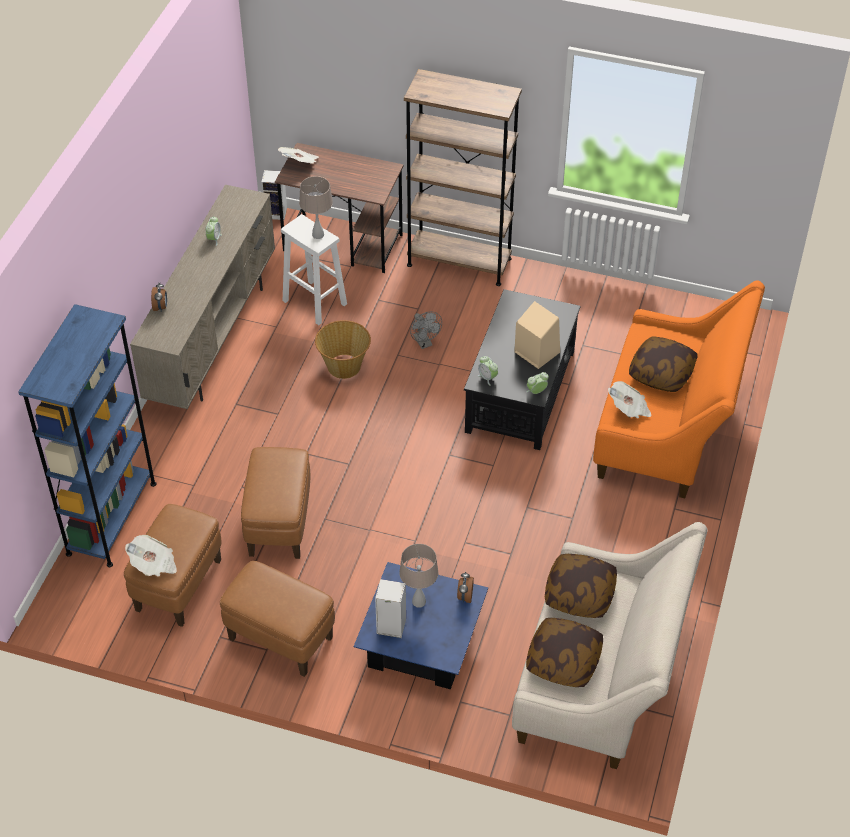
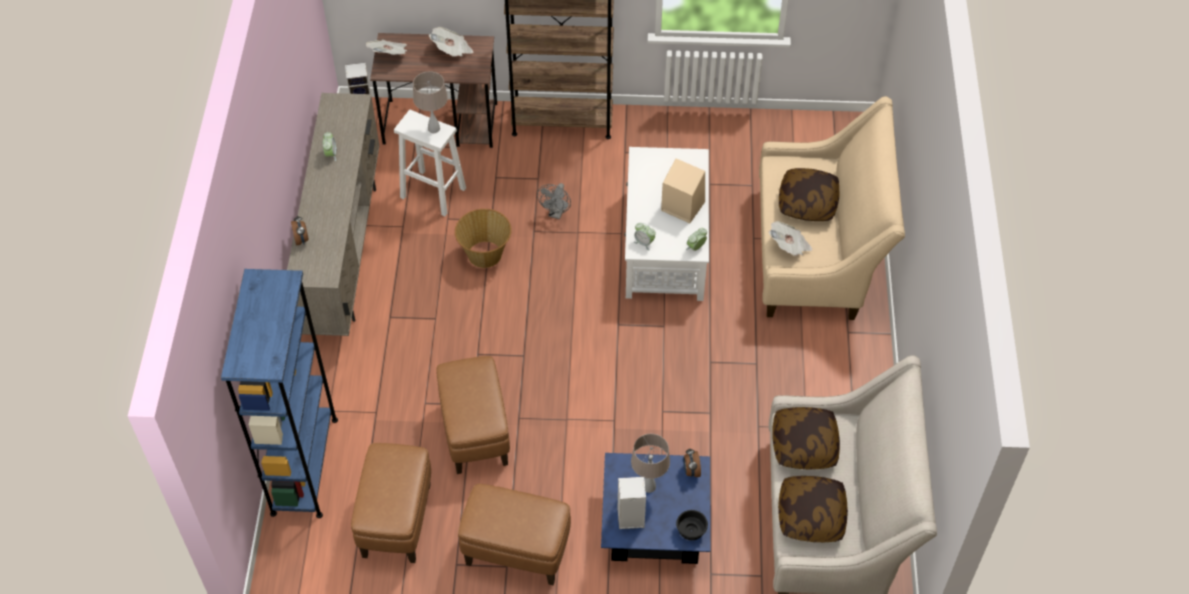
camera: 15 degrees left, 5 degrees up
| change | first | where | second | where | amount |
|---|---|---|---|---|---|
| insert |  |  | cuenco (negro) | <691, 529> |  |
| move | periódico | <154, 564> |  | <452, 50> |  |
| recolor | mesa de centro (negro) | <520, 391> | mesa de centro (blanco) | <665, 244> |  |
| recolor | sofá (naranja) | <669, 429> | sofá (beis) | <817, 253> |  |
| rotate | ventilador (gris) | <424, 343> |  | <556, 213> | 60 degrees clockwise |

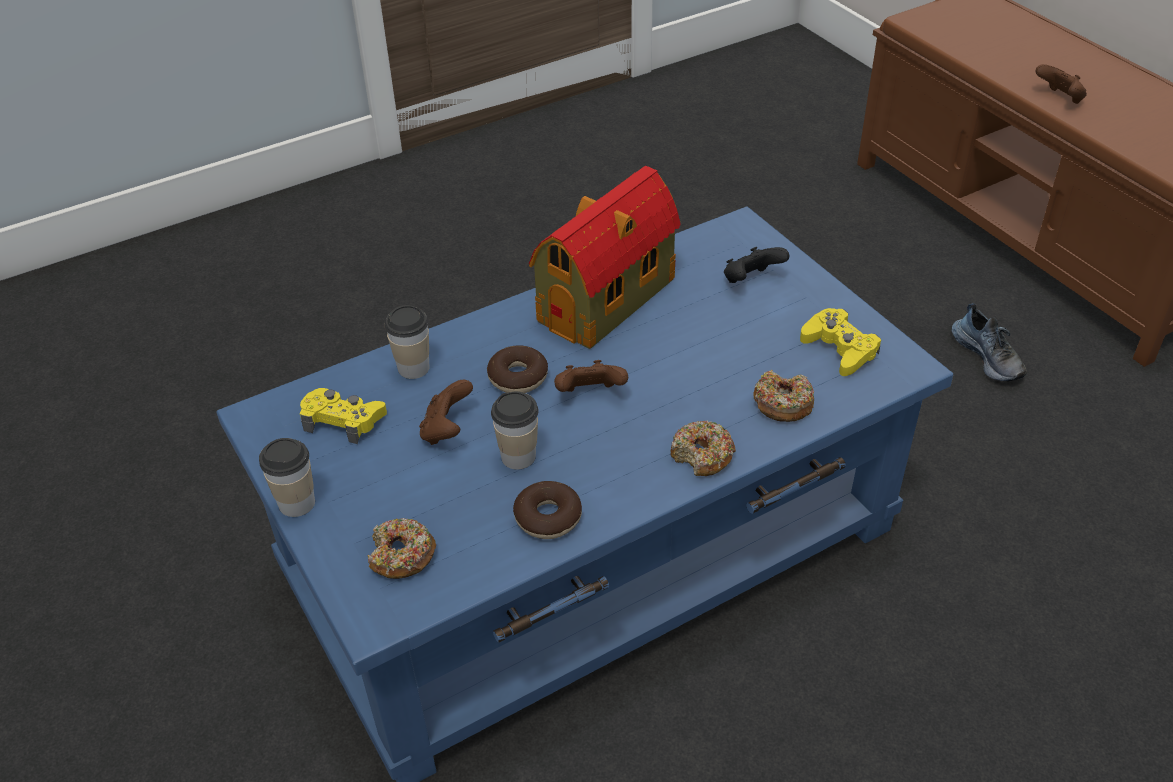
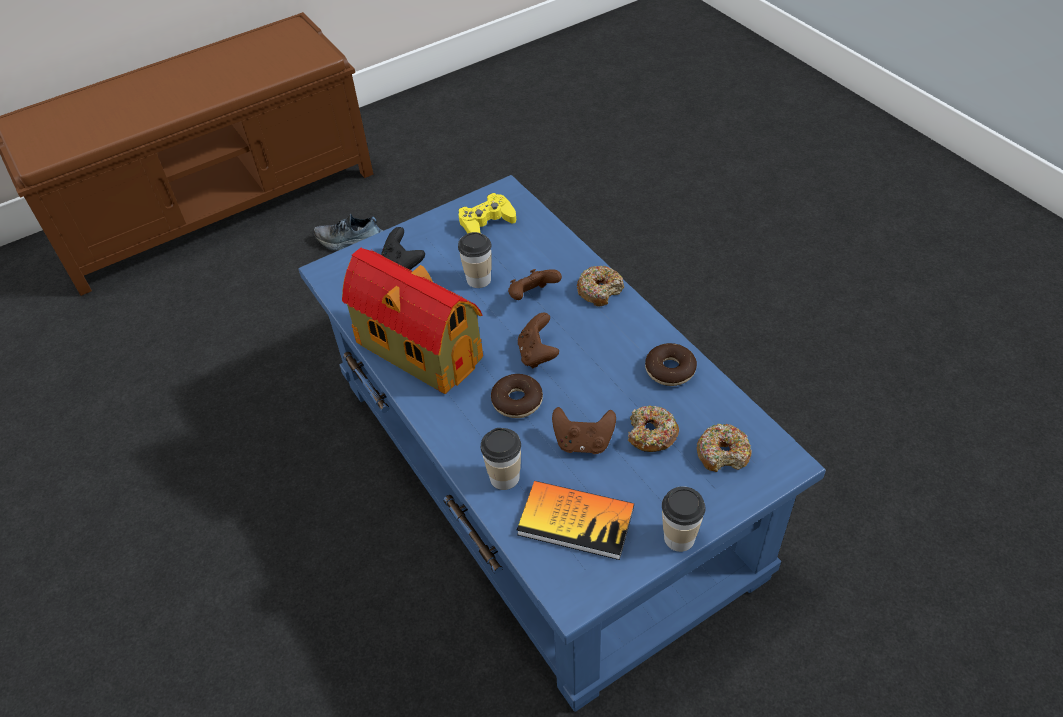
camera: 90 degrees left, 5 degrees up
| change | first | where | second | where | amount |
|---|---|---|---|---|---|
| move | taza | <518, 456> |  | <478, 279> |  |
| move | rosquilla | <782, 404> |  | <651, 434> |  |
| move | mando de consola (marrón) | <1059, 99> |  | <532, 296> |  |
| replace | mando de consola (amarillo) | <343, 420> | libro | <576, 521> |  |
| rotate | zapato | <988, 356> |  | <351, 242> | 150 degrees counterclockwise |

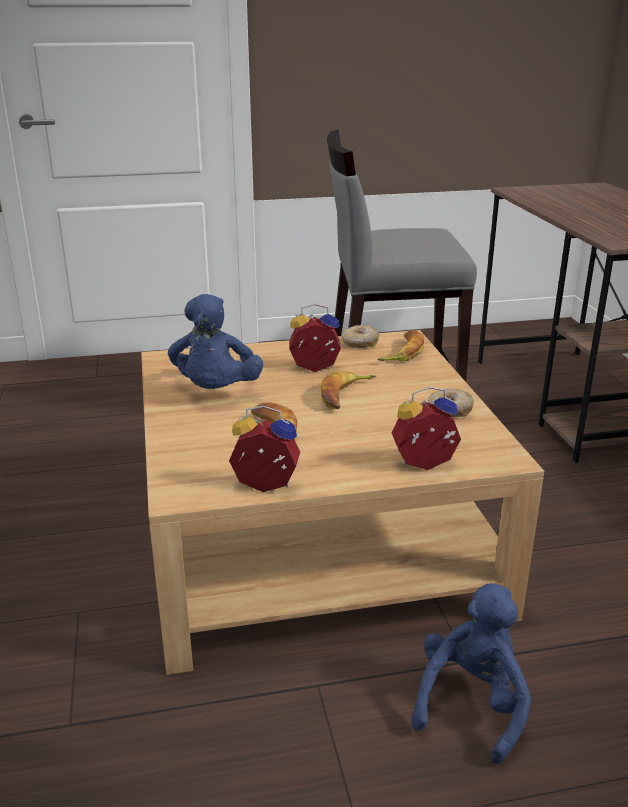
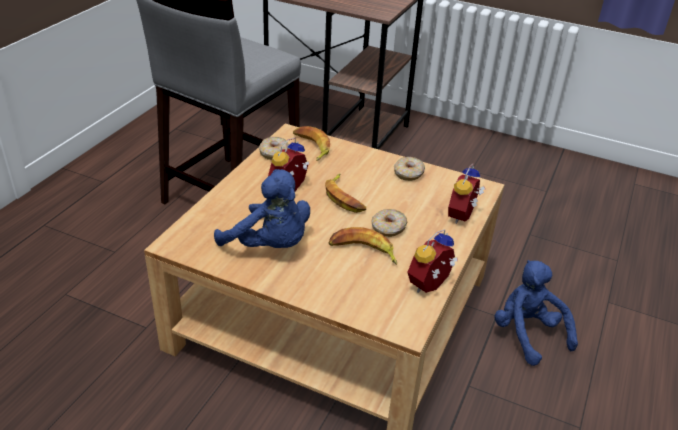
camera: 55 degrees left, 10 degrees up
| change | first | where | second | where | amount |
|---|---|---|---|---|---|
| insert |  |  | rosquilla | <388, 228> |  |

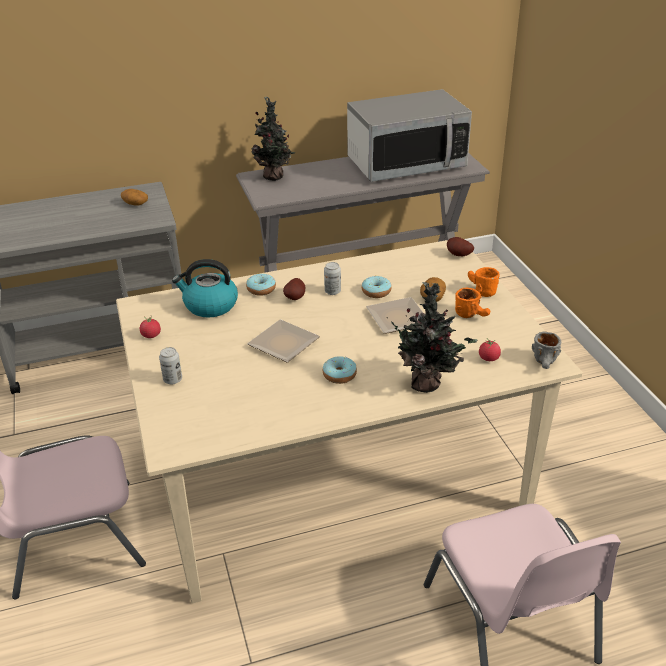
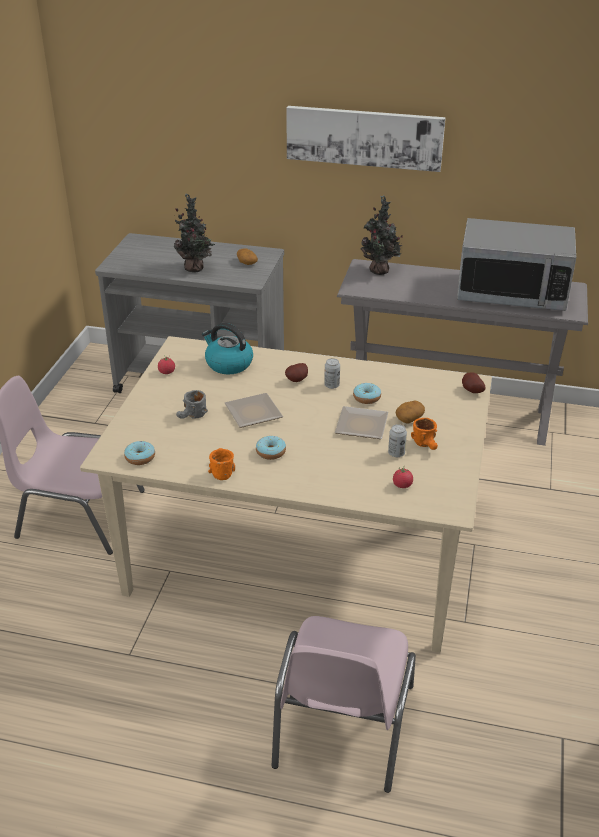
camera: 30 degrees right, 0 degrees up
| change | first | where | second | where | amount |
|---|---|---|---|---|---|
| insert |  |  | cuadro | <364, 137> |  |
| move | lata | <173, 379> |  | <396, 453> |  |
| move | rosquilla | <261, 289> |  | <140, 457> |  |
| move | planta en maceta | <428, 384> |  | <196, 269> |  |
| move | taza grande (naranja) | <479, 290> |  | <220, 470> |  |
| move | taza grande (gris) | <546, 364> |  | <192, 417> |  |

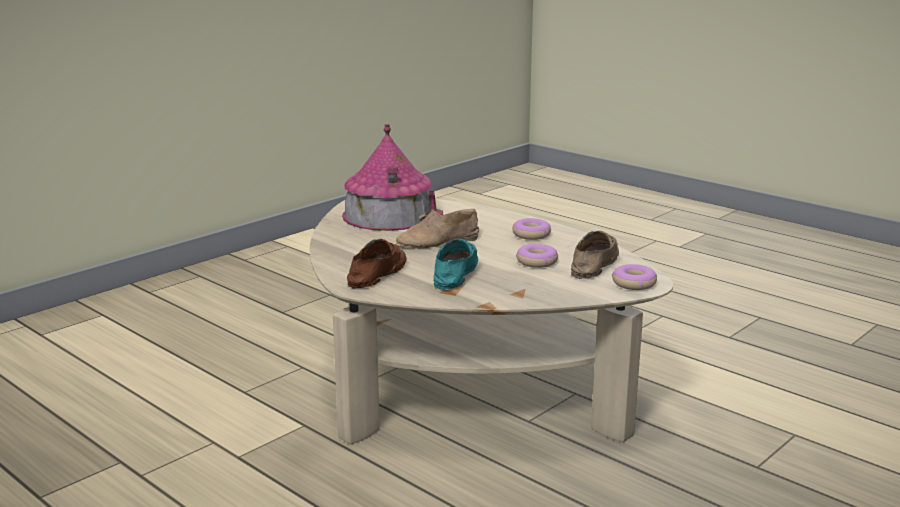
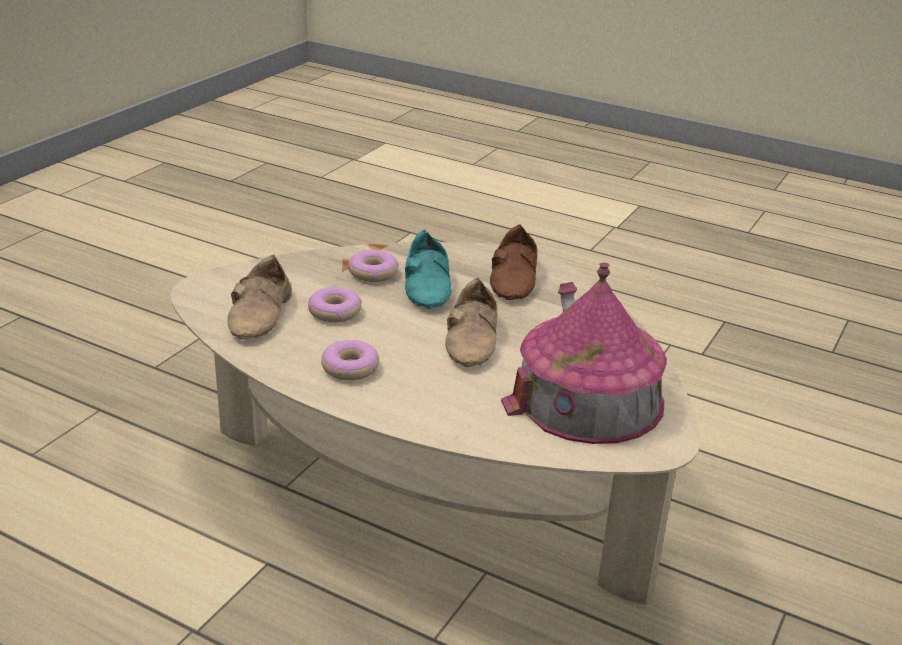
camera: 165 degrees right, 10 degrees up
| change | first | where | second | where | amount |
|---|---|---|---|---|---|
| move | rosquilla | <634, 284> |  | <373, 273> |  |
| rotate | zapato (beis) | <438, 242> |  | <475, 339> | 135 degrees clockwise |

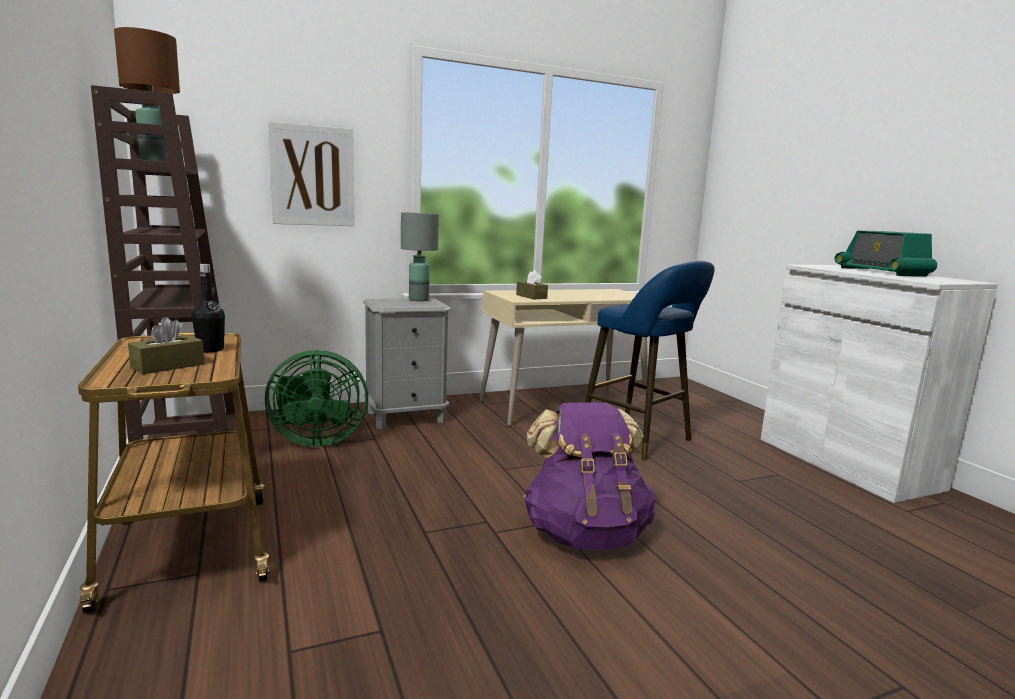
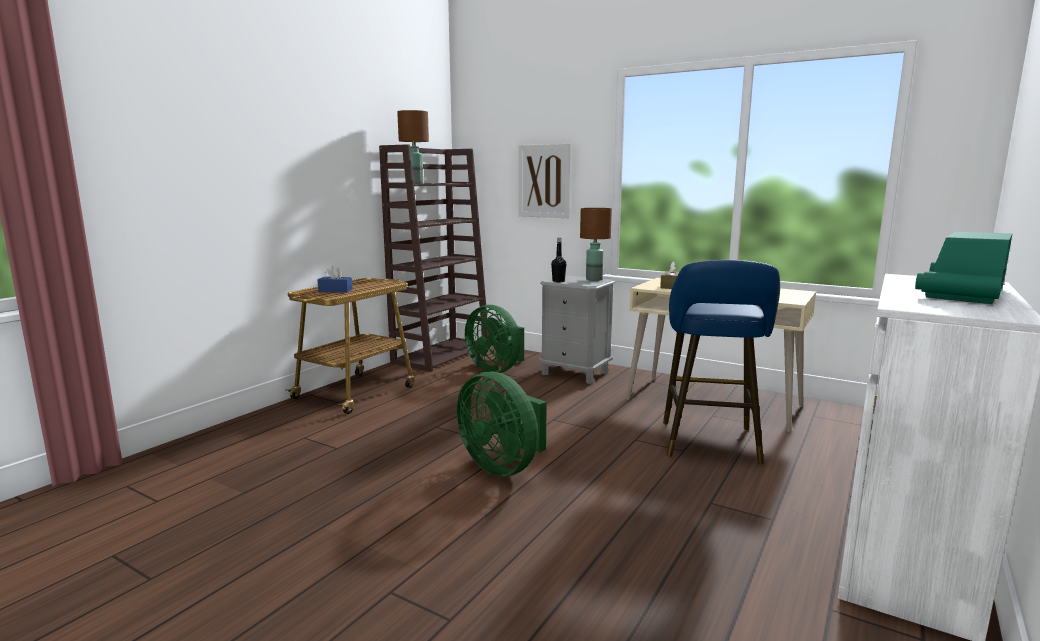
camera: 55 degrees right, 0 degrees up
| change | first | where | second | where | amount |
|---|---|---|---|---|---|
| move | botella (negro) | <210, 349> |  | <558, 281> |  |
| replace | mochila (morado) | <585, 533> | ventilador (verde) | <503, 466> |  |
| recolor | caja de pañuelos (marrón) | <168, 366> | caja de pañuelos (azul) | <335, 291> |  |
| recolor | lámpara de mesa (gris) | <418, 300> | lámpara de mesa (marrón) | <593, 279> |  |

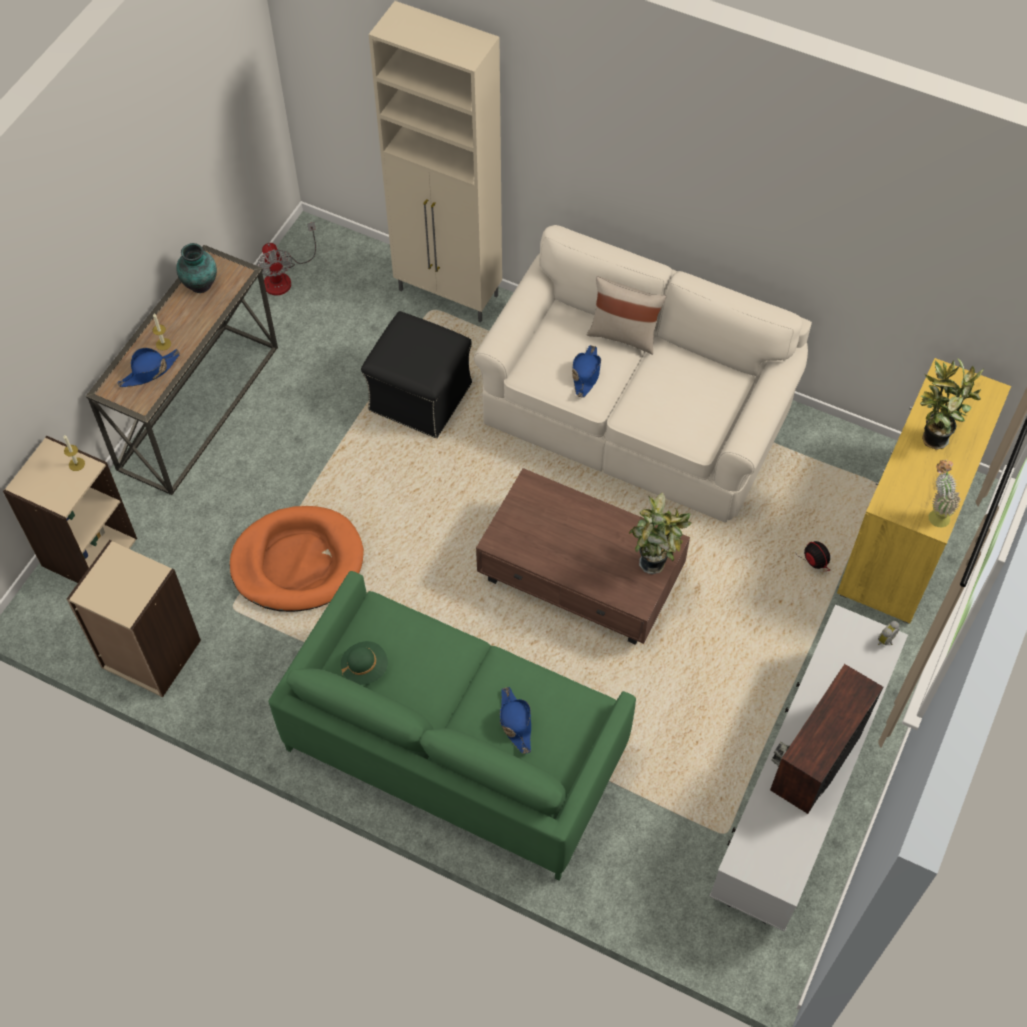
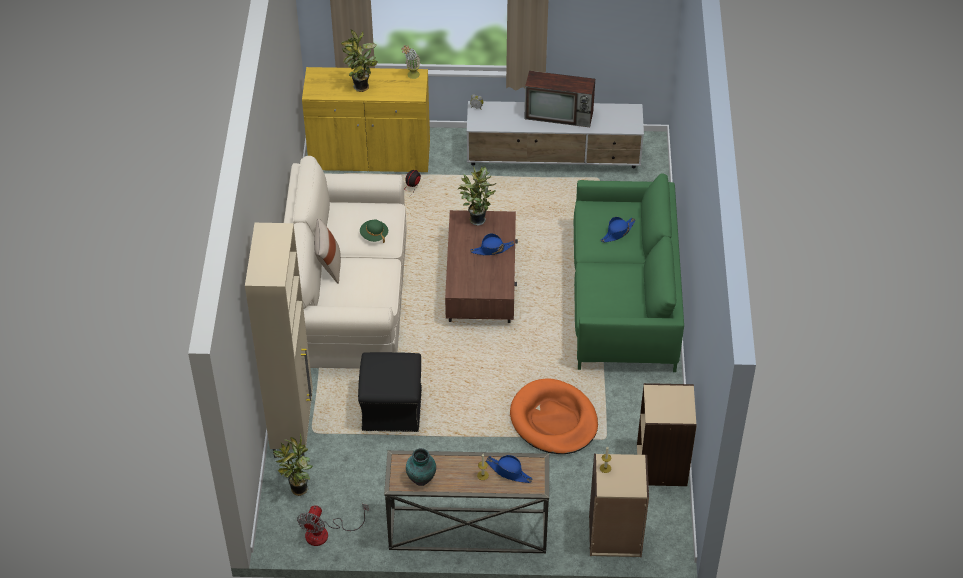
camera: 115 degrees left, 10 degrees down
| change | first | where | second | where | amount |
|---|---|---|---|---|---|
| insert |  |  | planta en maceta | <297, 490> |  |
| move | sombrero (verde) | <365, 668> |  | <374, 235> |  |
| move | sombrero (azul) | <586, 374> |  | <492, 249> |  |
| rotate | ventilador | <284, 277> |  | <325, 533> | 150 degrees clockwise |

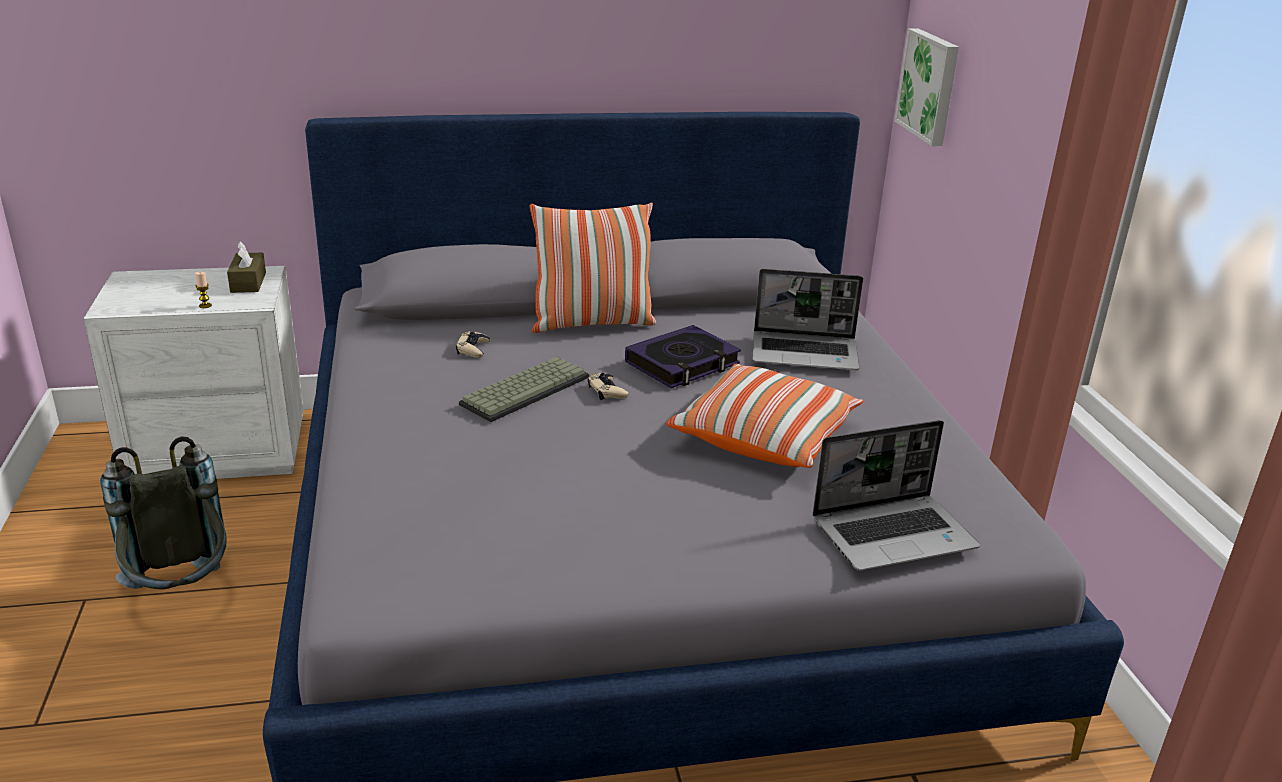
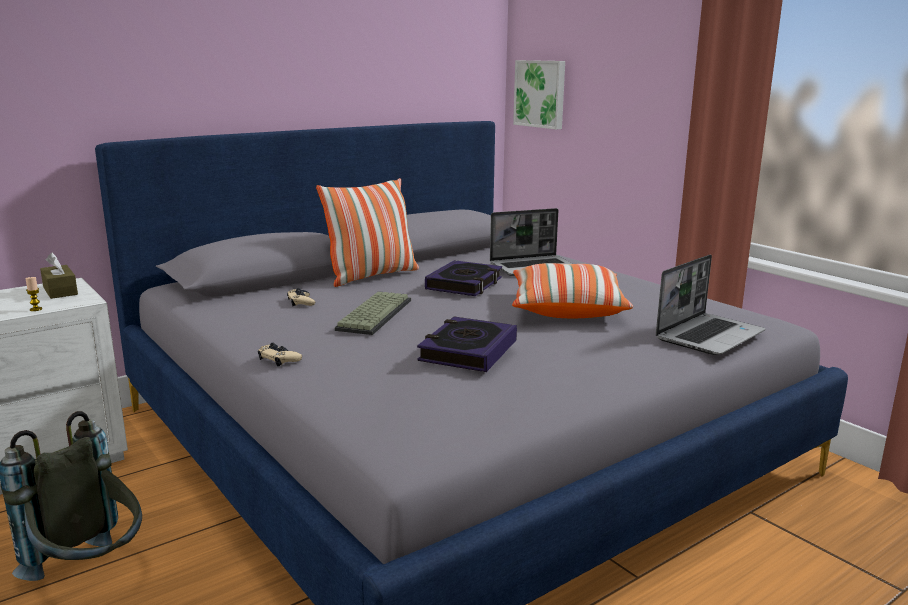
camera: 25 degrees left, 10 degrees down
| change | first | where | second | where | amount |
|---|---|---|---|---|---|
| insert |  |  | libro | <468, 351> |  |
| move | mando de consola (beis) | <607, 391> |  | <279, 359> |  |

